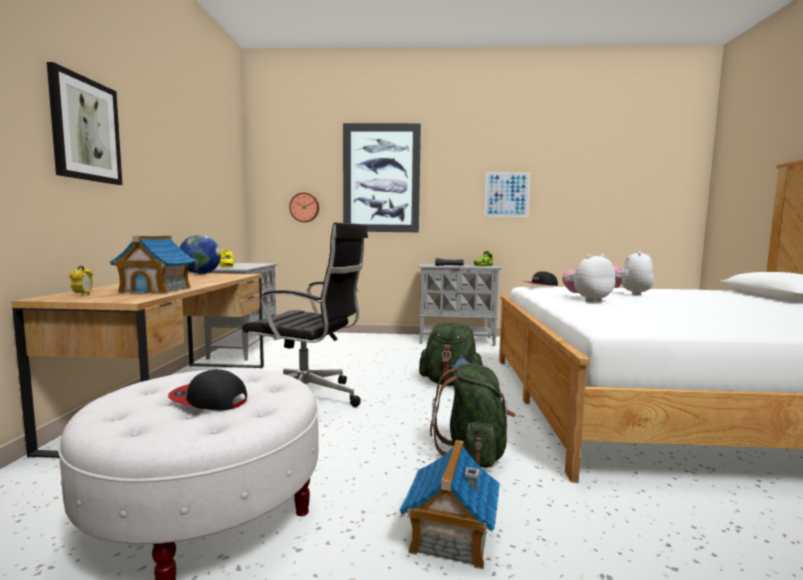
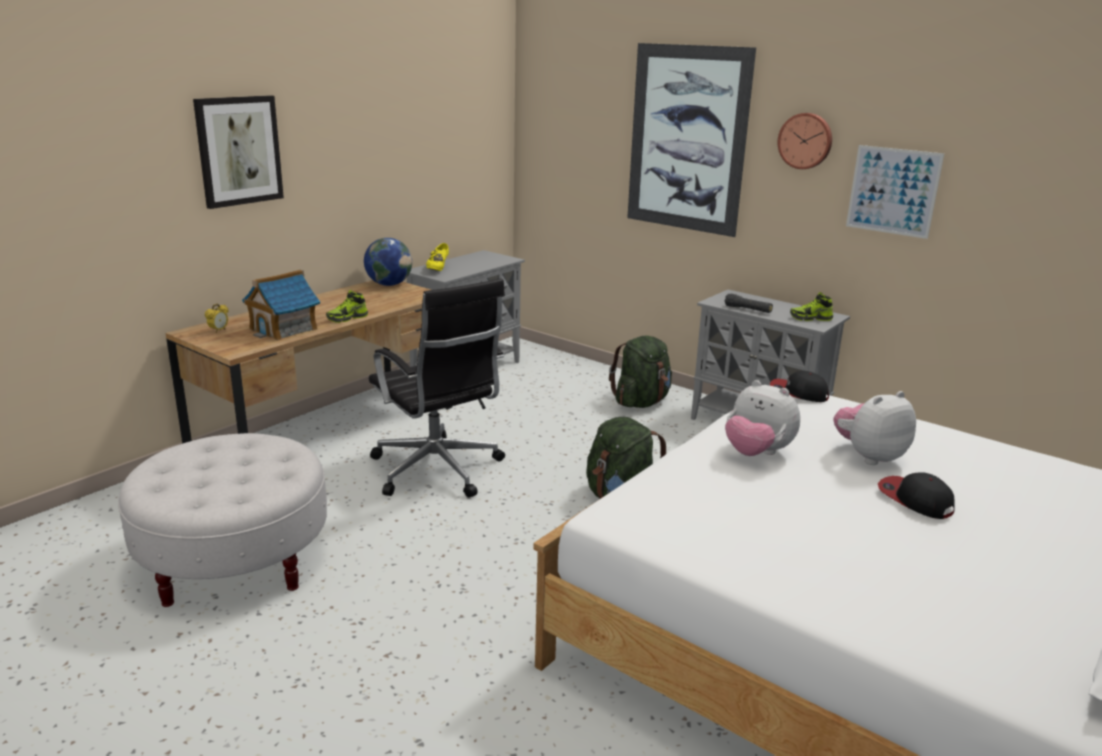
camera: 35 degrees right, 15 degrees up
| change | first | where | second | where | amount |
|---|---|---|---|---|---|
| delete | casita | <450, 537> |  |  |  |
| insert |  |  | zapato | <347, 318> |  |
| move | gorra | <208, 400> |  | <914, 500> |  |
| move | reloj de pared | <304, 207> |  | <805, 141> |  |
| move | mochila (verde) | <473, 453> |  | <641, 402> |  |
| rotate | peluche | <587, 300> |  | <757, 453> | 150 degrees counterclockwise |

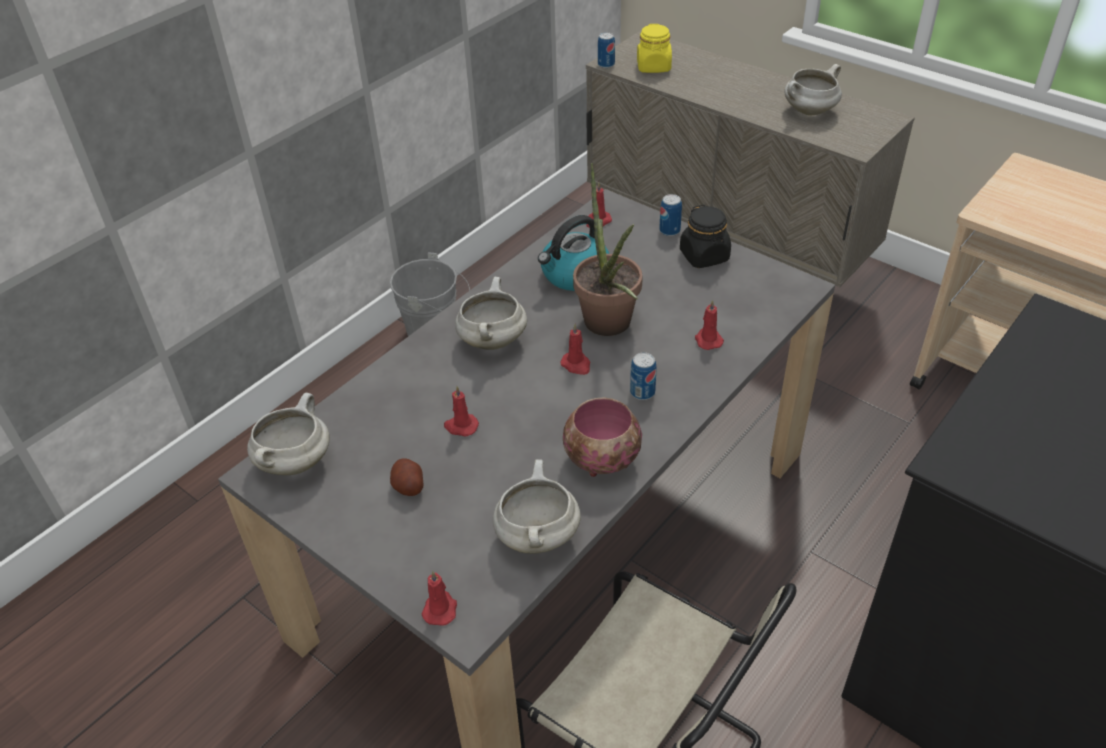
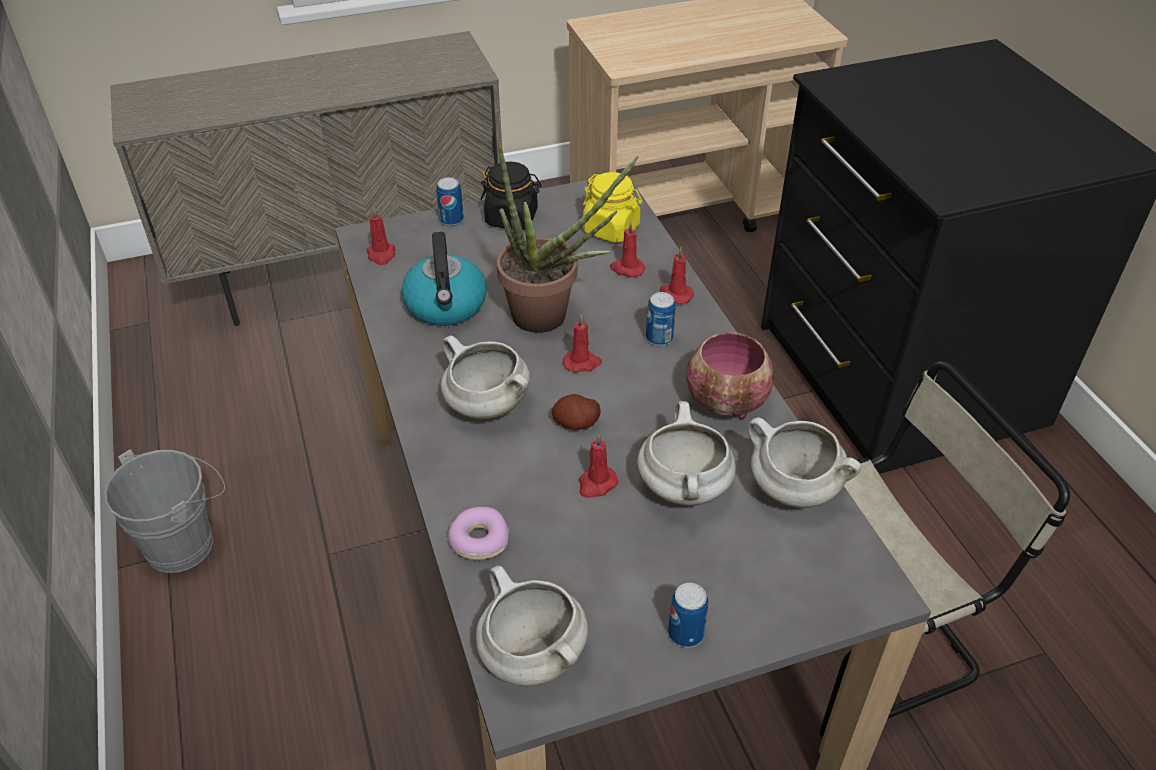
camera: 60 degrees left, 0 degrees up
| change | first | where | second | where | amount |
|---|---|---|---|---|---|
| insert |  |  | rosquilla | <478, 540> |  |
| move | patata | <408, 486> |  | <576, 423> |  |
| move | vela (rojo) | <440, 609> |  | <675, 294> |  |
| move | lata | <606, 64> |  | <685, 633> |  |
| move | tarro (amarillo) | <653, 67> |  | <611, 229> |  |
| move | olla (blanco) | <809, 111> |  | <685, 489> |  |

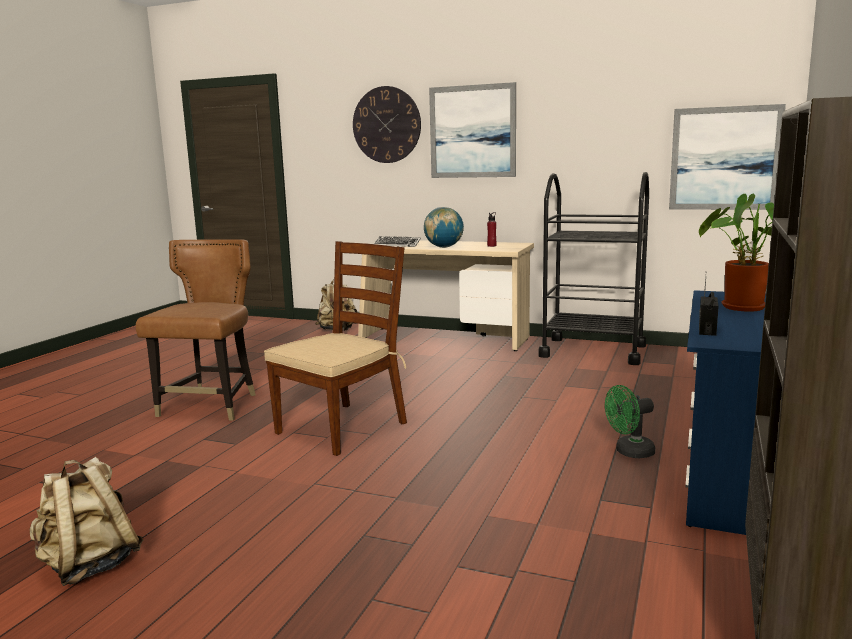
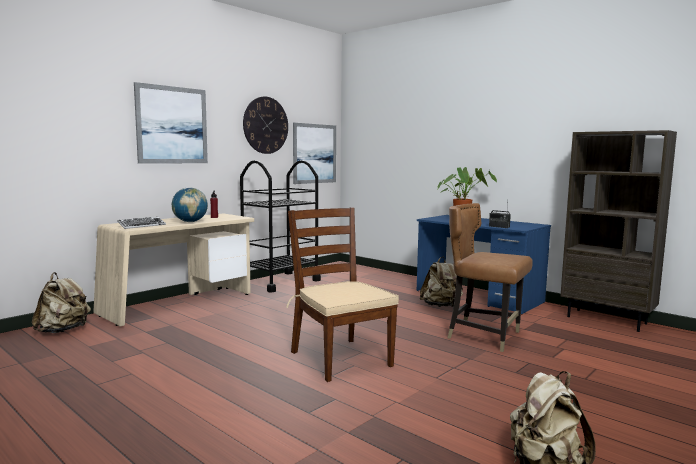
camera: 70 degrees left, 5 degrees down
| change | first | where | second | where | amount |
|---|---|---|---|---|---|
| move | silla (marrón) | <211, 406> |  | <484, 336> |  |
| move | reloj de pared | <386, 125> |  | <265, 125> |  |
| replace | ventilador (verde) | <629, 452> | mochila (beis) | <441, 306> |  |

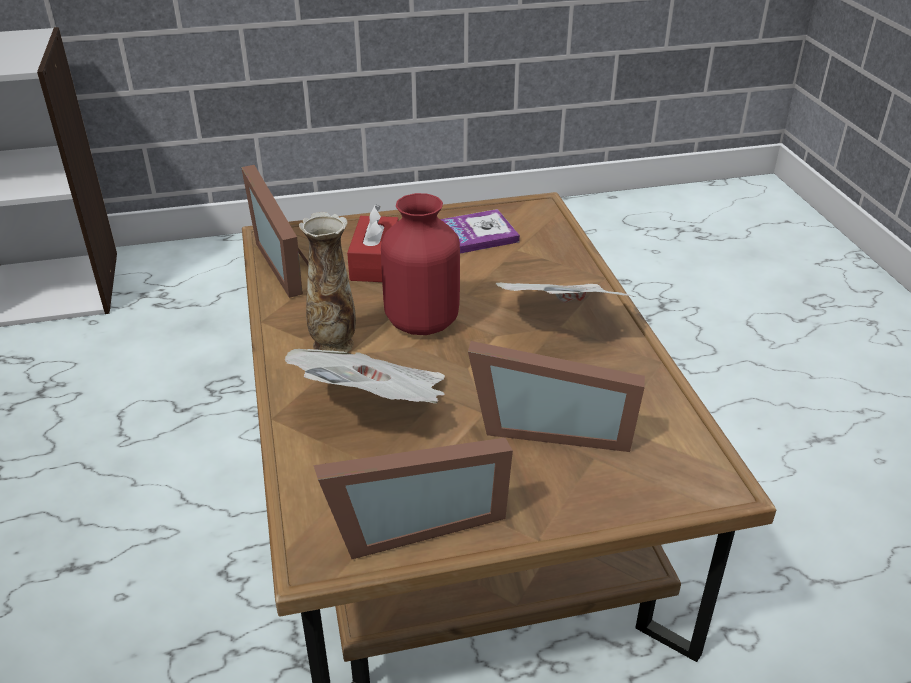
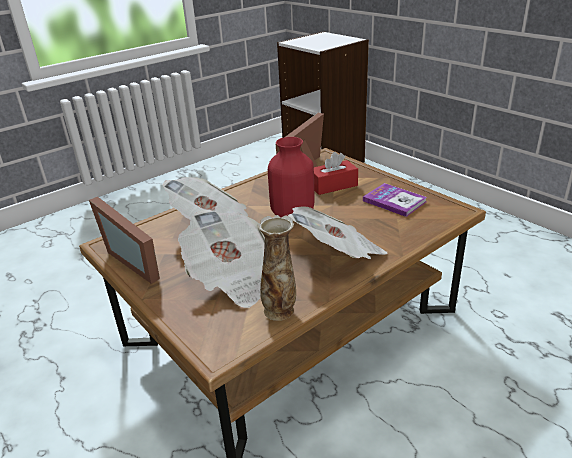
camera: 65 degrees right, 5 degrees down
| change | first | where | second | where | amount |
|---|---|---|---|---|---|
| move | florero | <334, 344> |  | <280, 310> |  |
| replace | portarretratos | <551, 426> | periódico | <233, 278> |  |

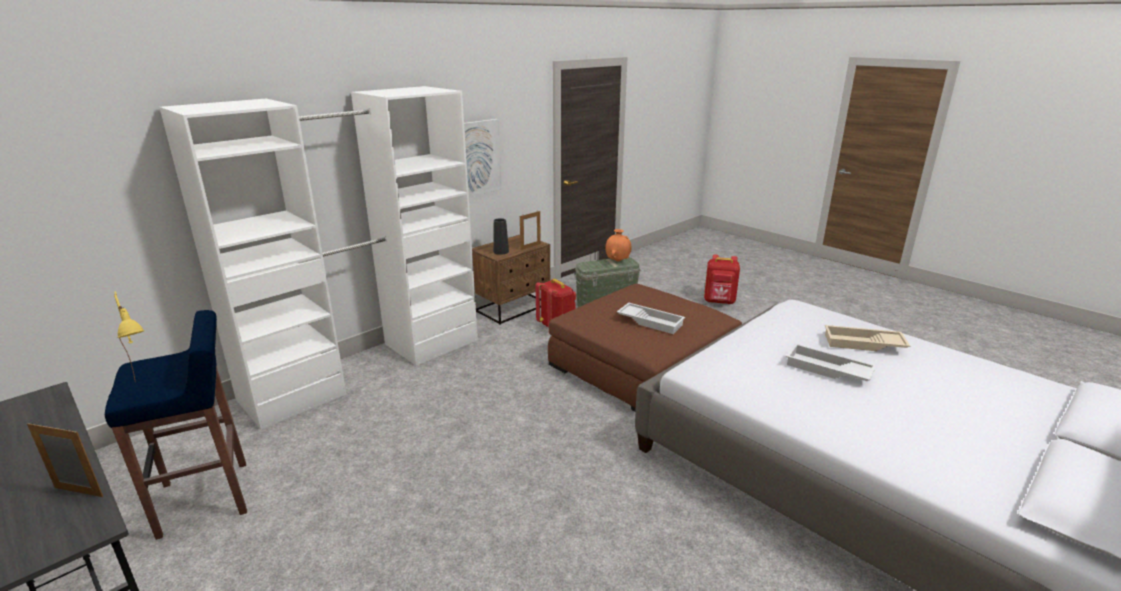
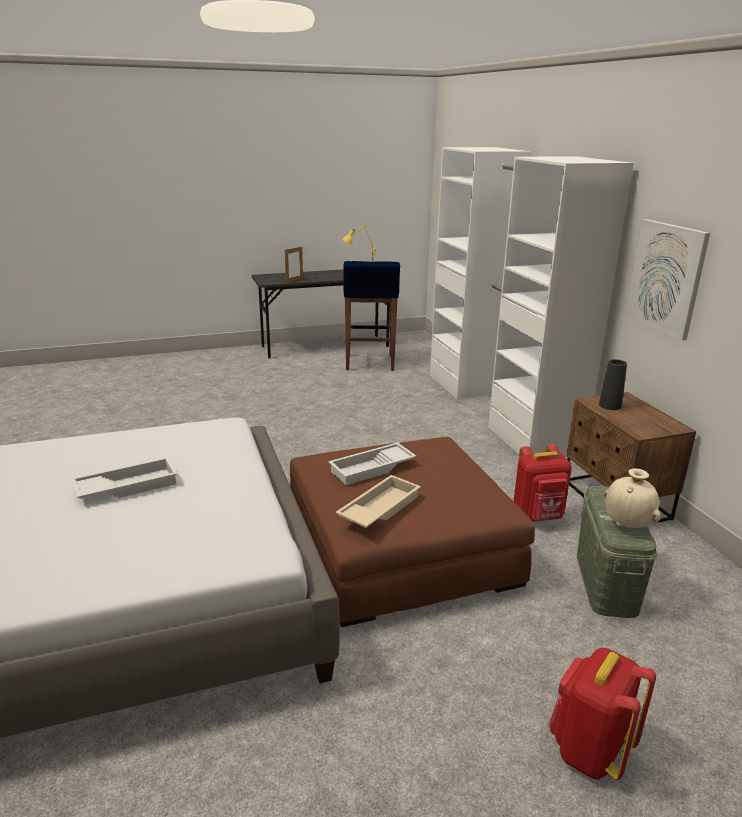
camera: 115 degrees right, 0 degrees up
| change | first | where | second | where | amount |
|---|---|---|---|---|---|
| delete | portarretratos | <530, 247> |  |  |  |
| move | bandeja (beis) | <863, 344> |  | <378, 508> |  |
| recolor | florero (naranja) | <617, 261> | florero (beis) | <627, 526> |  |

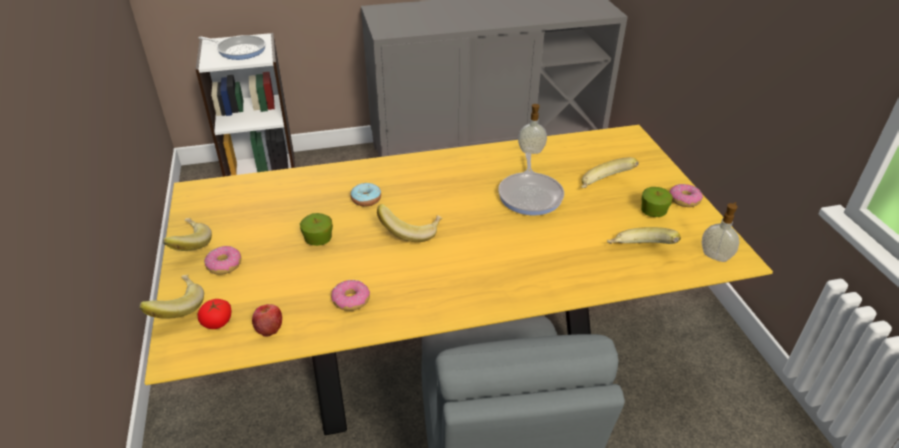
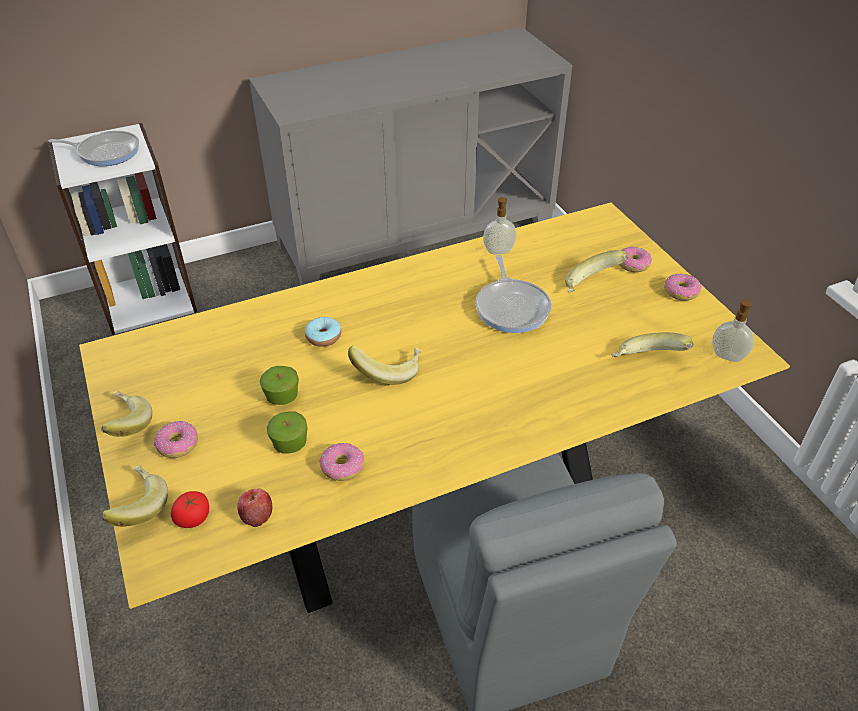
camera: 10 degrees left, 5 degrees up
| change | first | where | second | where | amount |
|---|---|---|---|---|---|
| insert |  |  | rosquilla | <633, 264> |  |
| move | manzana | <653, 212> |  | <290, 444> |  |

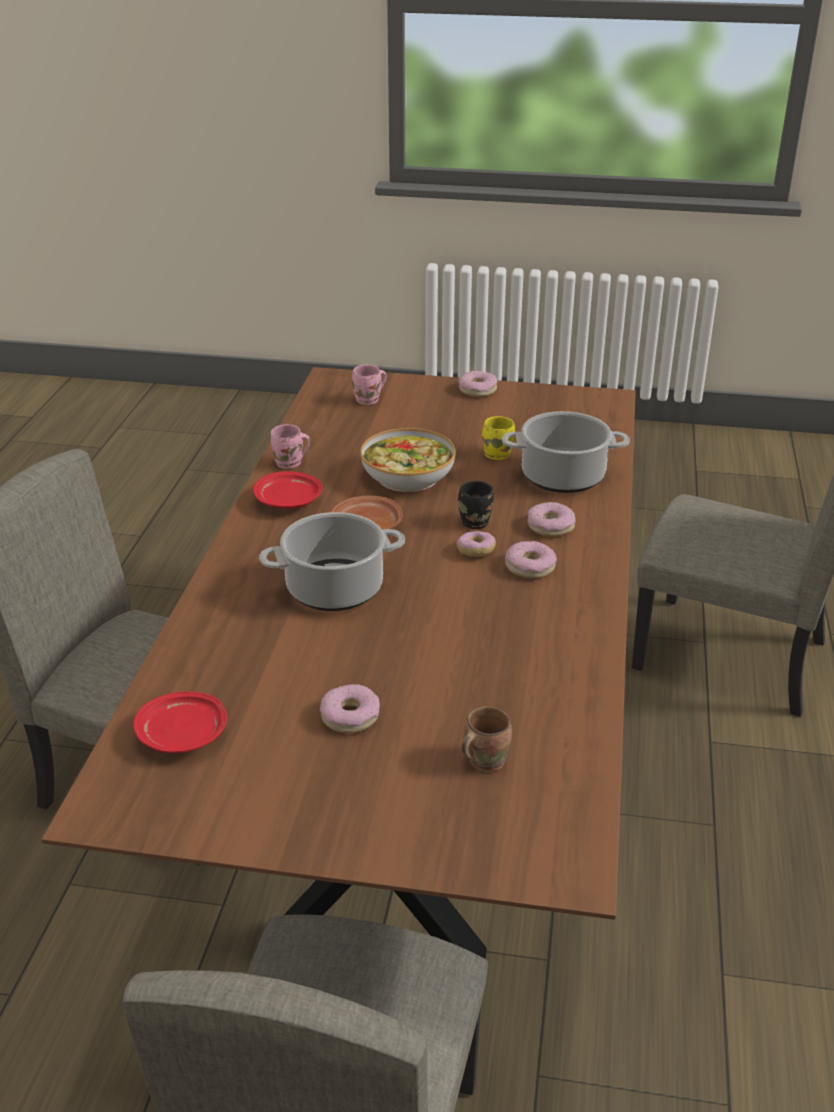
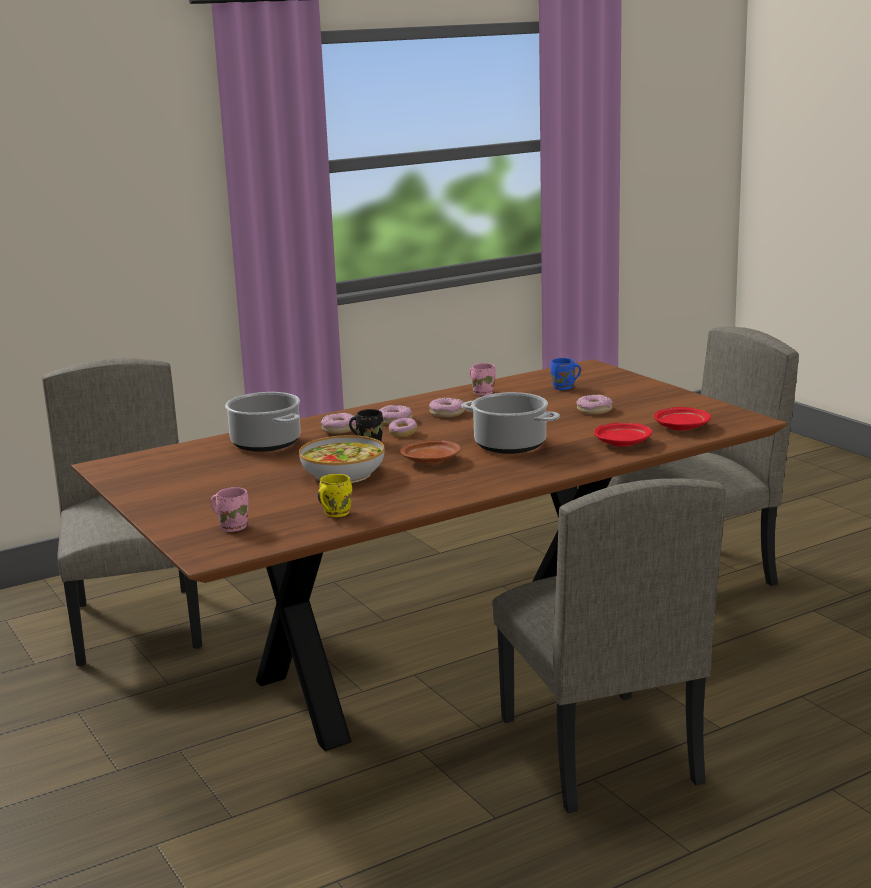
camera: 130 degrees left, 15 degrees down
| change | first | where | second | where | amount |
|---|---|---|---|---|---|
| move | plato (rojo) | <289, 501> |  | <622, 443> |  |
| move | taza grande (rosa) | <290, 464> |  | <483, 392> |  |
| move | rosquilla | <477, 390> |  | <447, 413> |  |
| move | taza grande (amarillo) | <498, 454> |  | <334, 513> |  |
| recolor | taza grande (marrón) | <483, 760> | taza grande (azul) | <564, 388> |  |

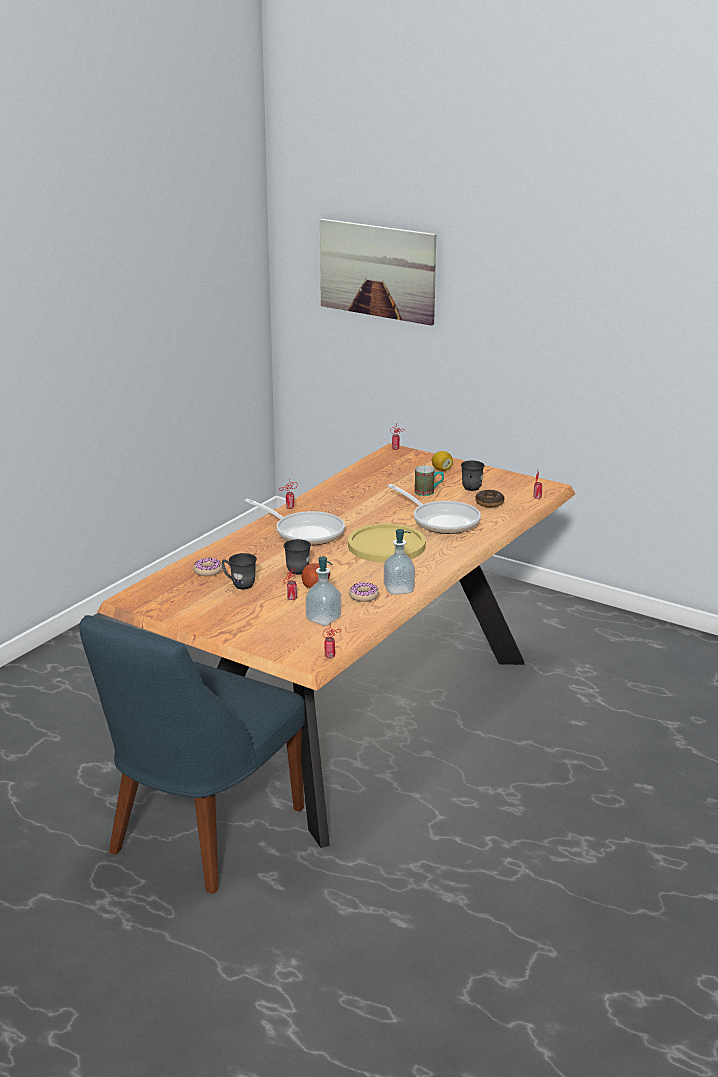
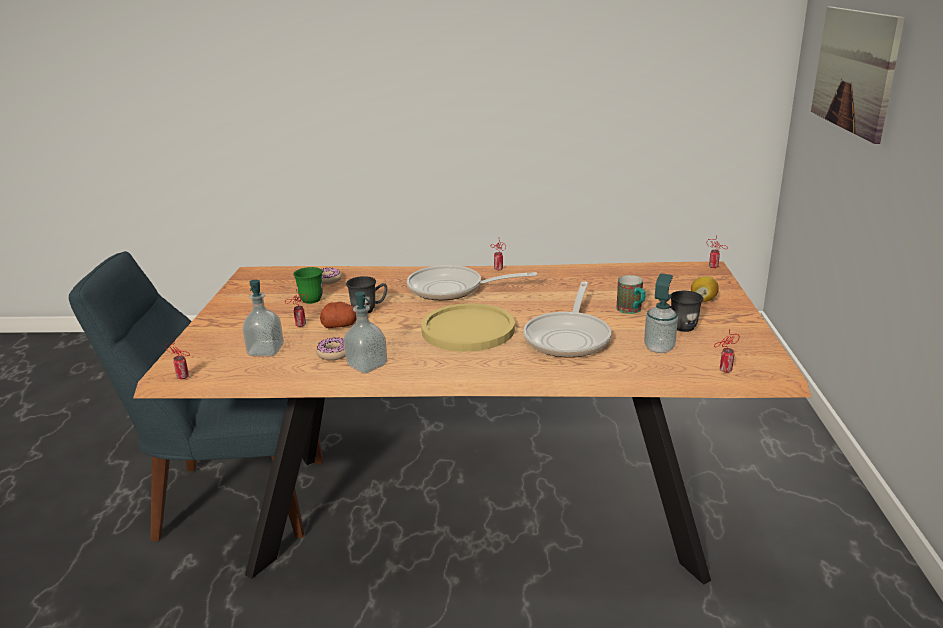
camera: 60 degrees right, 0 degrees up
| change | first | where | second | where | amount |
|---|---|---|---|---|---|
| replace | rosquilla | <489, 503> | dispensador de jabón | <659, 348> |  |
| recolor | taza grande (gris) | <239, 584> | taza grande (verde) | <311, 298> |  |
| rotate | sartén | <305, 532> |  | <452, 289> | 90 degrees clockwise |

